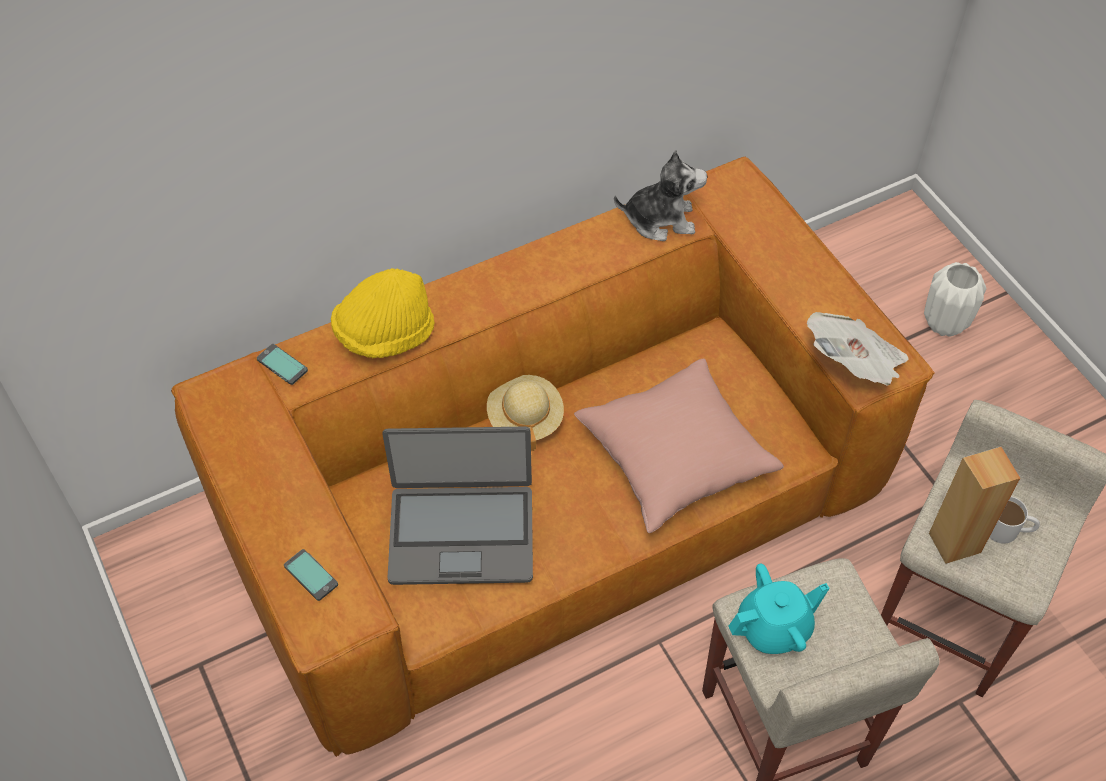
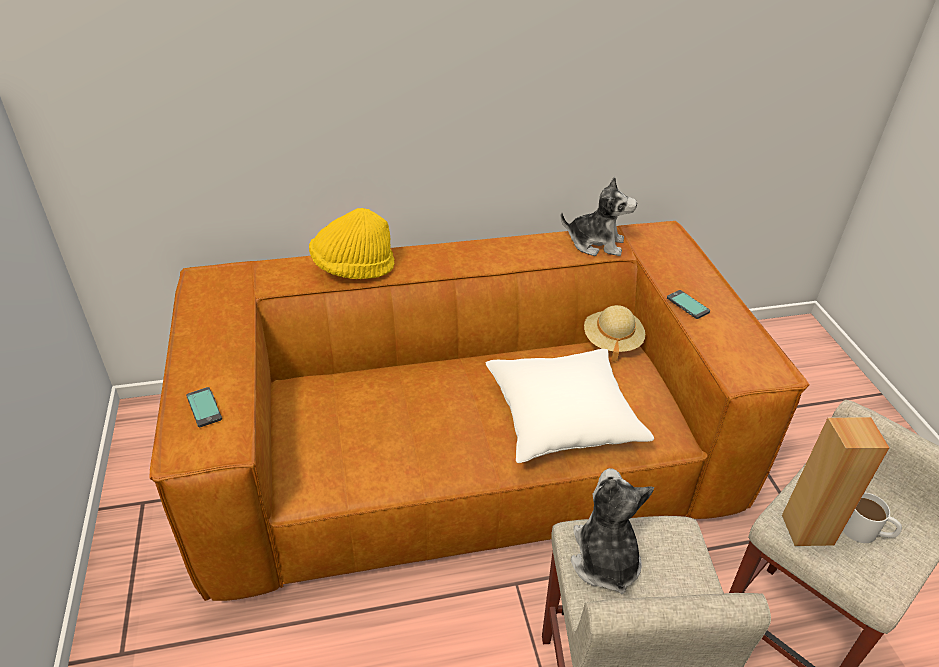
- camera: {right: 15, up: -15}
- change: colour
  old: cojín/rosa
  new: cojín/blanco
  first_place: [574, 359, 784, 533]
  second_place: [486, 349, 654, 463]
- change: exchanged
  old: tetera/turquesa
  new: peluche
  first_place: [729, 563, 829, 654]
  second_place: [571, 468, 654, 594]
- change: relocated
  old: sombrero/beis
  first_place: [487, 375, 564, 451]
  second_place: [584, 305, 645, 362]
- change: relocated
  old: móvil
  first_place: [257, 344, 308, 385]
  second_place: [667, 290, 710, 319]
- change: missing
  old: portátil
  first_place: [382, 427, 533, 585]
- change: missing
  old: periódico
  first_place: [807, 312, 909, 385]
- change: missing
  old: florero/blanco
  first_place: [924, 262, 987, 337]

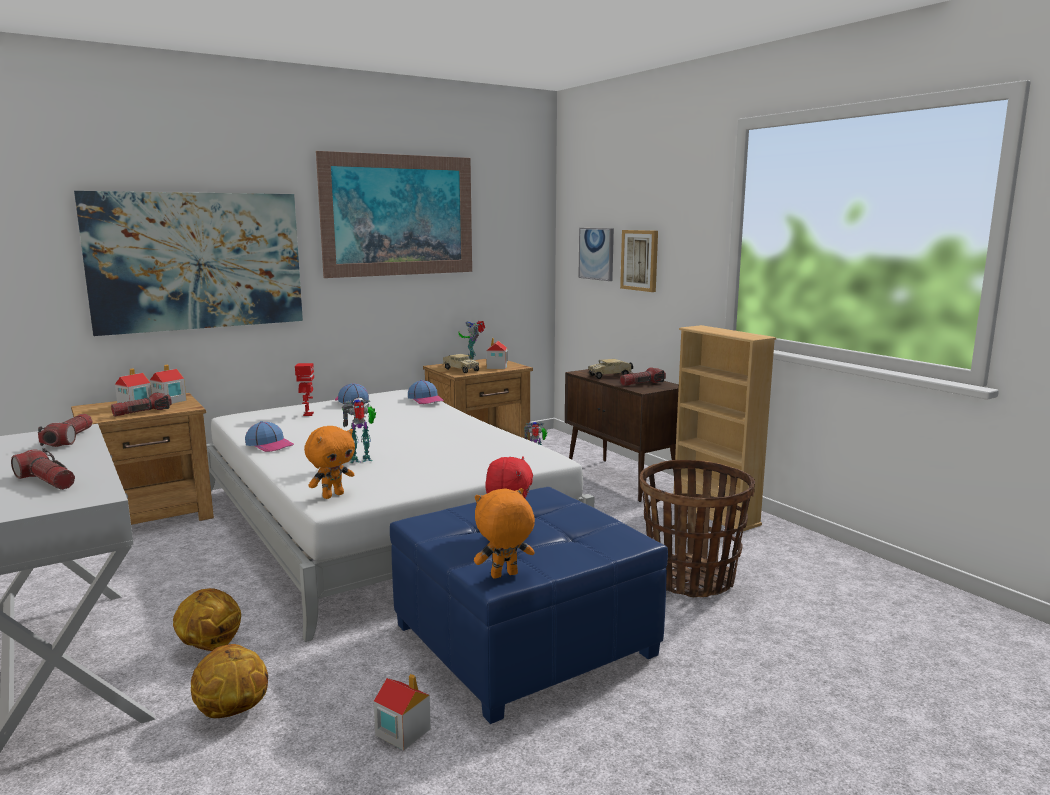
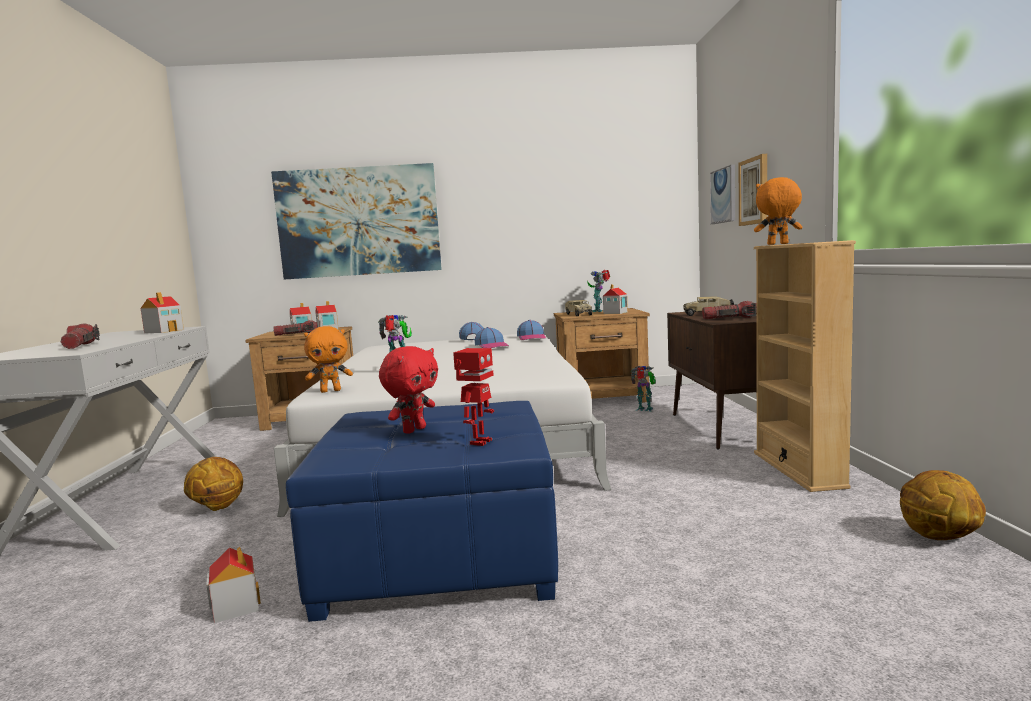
- camera: {right: 30, up: -5}
- change: exchanged
  old: linterna
  new: casita
  first_place: [38, 414, 93, 447]
  second_place: [141, 292, 184, 333]
- change: relocated
  old: robot de juguete
  first_place: [295, 363, 314, 416]
  second_place: [453, 348, 494, 446]
- change: relocated
  old: gorra
  first_place: [245, 421, 294, 452]
  second_place: [475, 327, 509, 348]
- change: relocated
  old: peluche/naranja
  first_place: [474, 488, 535, 578]
  second_place: [754, 177, 803, 245]
- change: relocated
  old: balón de baloncesto
  first_place: [191, 644, 268, 718]
  second_place: [900, 470, 986, 540]
- change: missing
  old: cuadro
  first_place: [316, 151, 472, 278]
- change: missing
  old: cesta
  first_place: [640, 460, 755, 597]

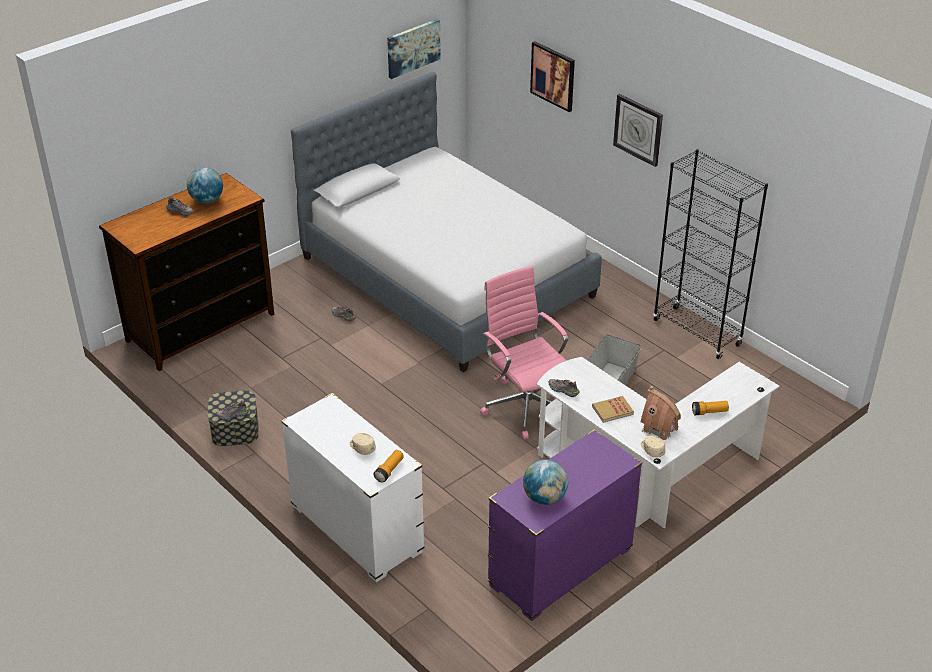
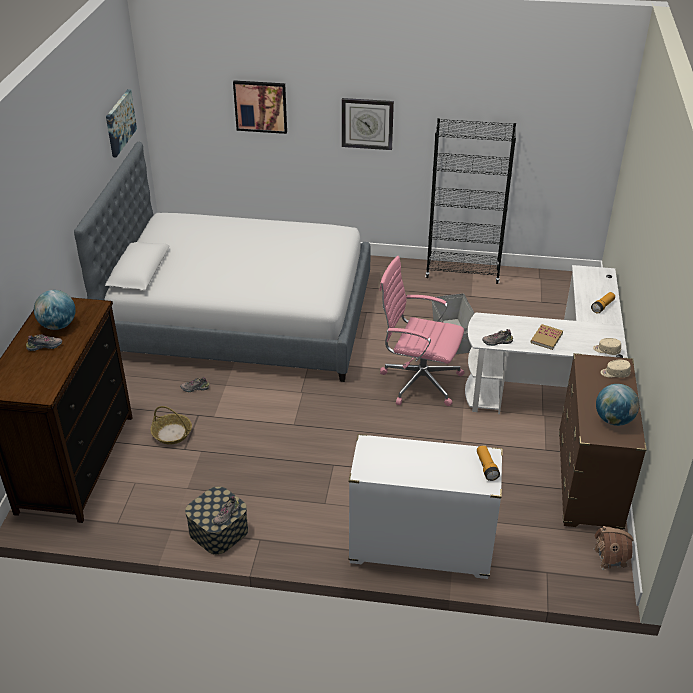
- camera: {right: -40, up: 0}
- change: appeared
  new: cesta
  second_place: [150, 406, 192, 444]
- change: colour
  old: cómoda/morado
  new: cómoda/marrón
  first_place: [487, 429, 642, 621]
  second_place: [559, 353, 647, 530]
- change: relocated
  old: casita
  first_place: [641, 386, 681, 440]
  second_place: [593, 526, 634, 570]
- change: relocated
  old: gorra/beis
  first_place: [350, 433, 376, 455]
  second_place: [600, 359, 631, 378]

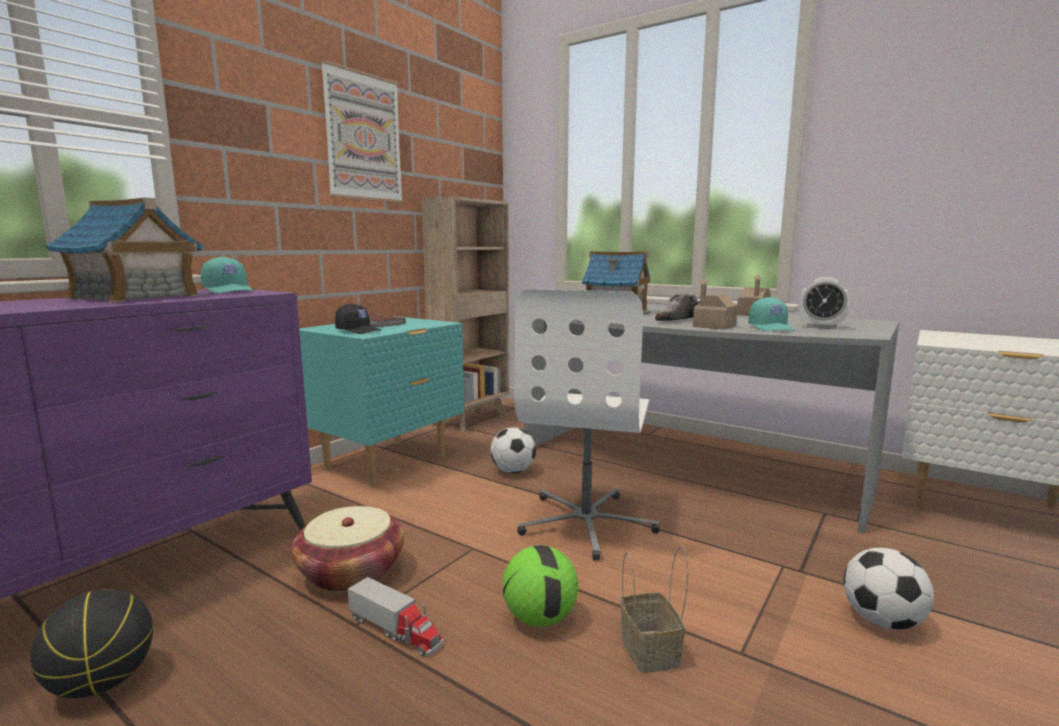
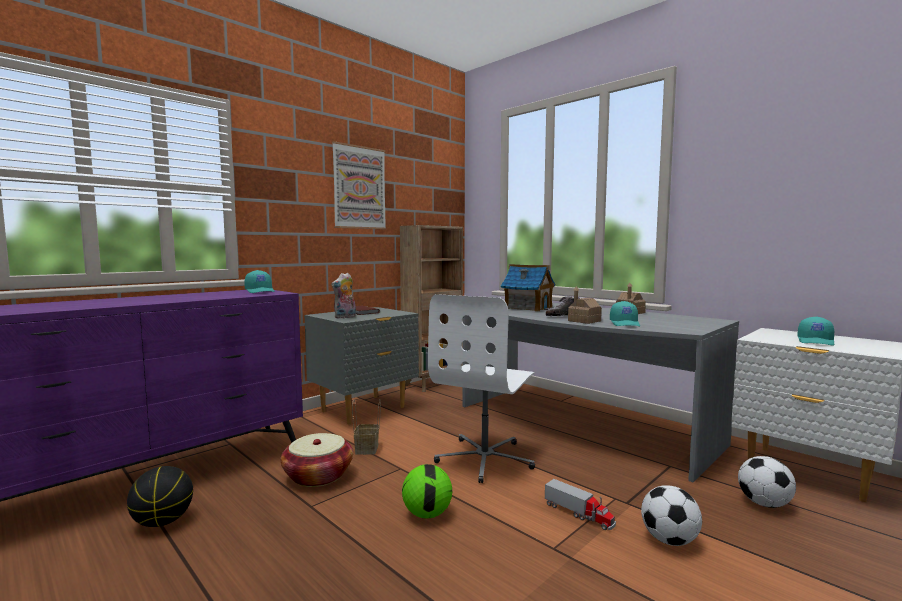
- camera: {right: 10, up: -5}
- change: colour
  old: mesita de noche/turquesa
  new: mesita de noche/gris
  first_place: [299, 316, 464, 486]
  second_place: [305, 307, 419, 424]
- change: exchanged
  old: gorra/negro
  new: peluche
  first_place: [335, 303, 381, 334]
  second_place: [331, 273, 356, 319]
- change: relocated
  old: cesta
  first_place: [620, 546, 688, 673]
  second_place: [352, 399, 381, 455]
- change: relocated
  old: camión de juguete
  first_place: [348, 577, 444, 656]
  second_place: [545, 479, 616, 530]
- change: relocated
  old: balón de fútbol
  first_place: [490, 427, 536, 473]
  second_place: [738, 456, 796, 508]
- change: appeared
  new: gorra/turquesa
  second_place: [797, 316, 834, 346]
- change: missing
  old: casita
  first_place: [45, 198, 203, 303]
- change: missing
  old: despertador
  first_place: [799, 277, 850, 329]

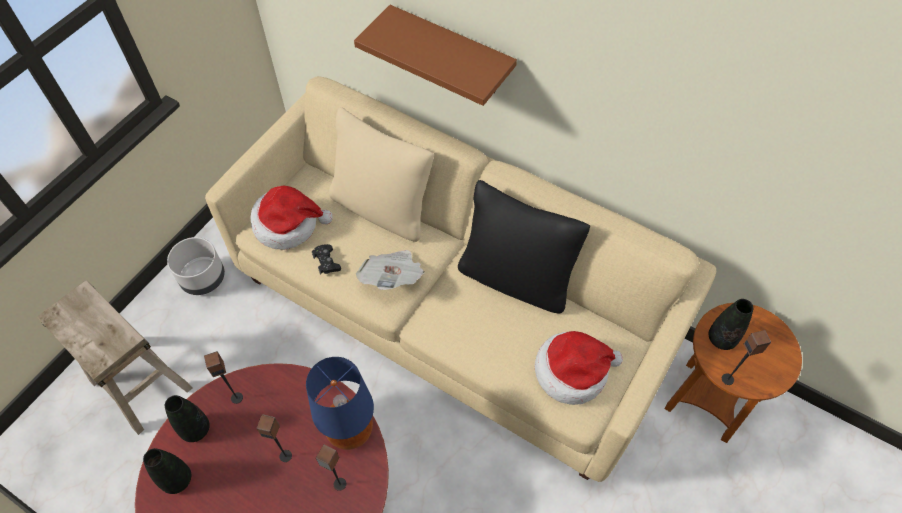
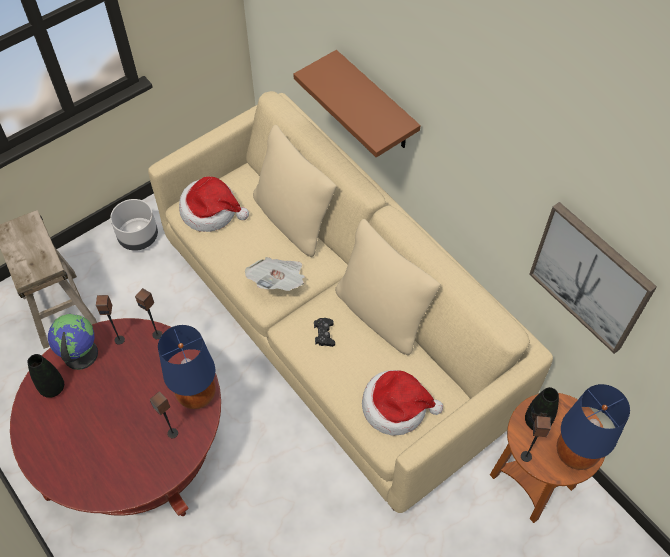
- camera: {right: 20, up: 0}
- change: exchanged
  old: florero/negro
  new: globo terráqueo
  first_place: [165, 395, 210, 442]
  second_place: [48, 314, 98, 370]
- change: relocated
  old: altavoz
  first_place: [256, 414, 292, 462]
  second_place: [135, 288, 162, 339]
- change: relocated
  old: mando de consola/negro
  first_place: [312, 244, 341, 275]
  second_place: [314, 318, 335, 347]
- change: colour
  old: cojín/negro
  new: cojín/beis
  first_place: [458, 180, 590, 313]
  second_place: [335, 219, 441, 355]
- change: appeared
  new: cuadro
  second_place: [529, 202, 657, 354]
- change: appeared
  new: lámpara de mesa/azul
  second_place: [557, 384, 630, 470]

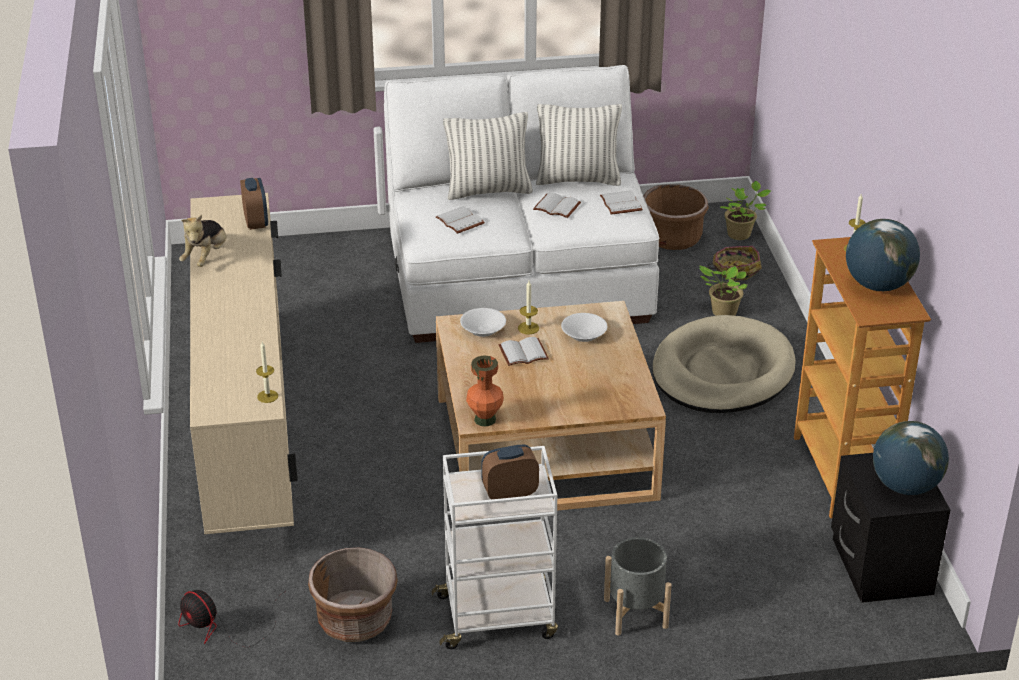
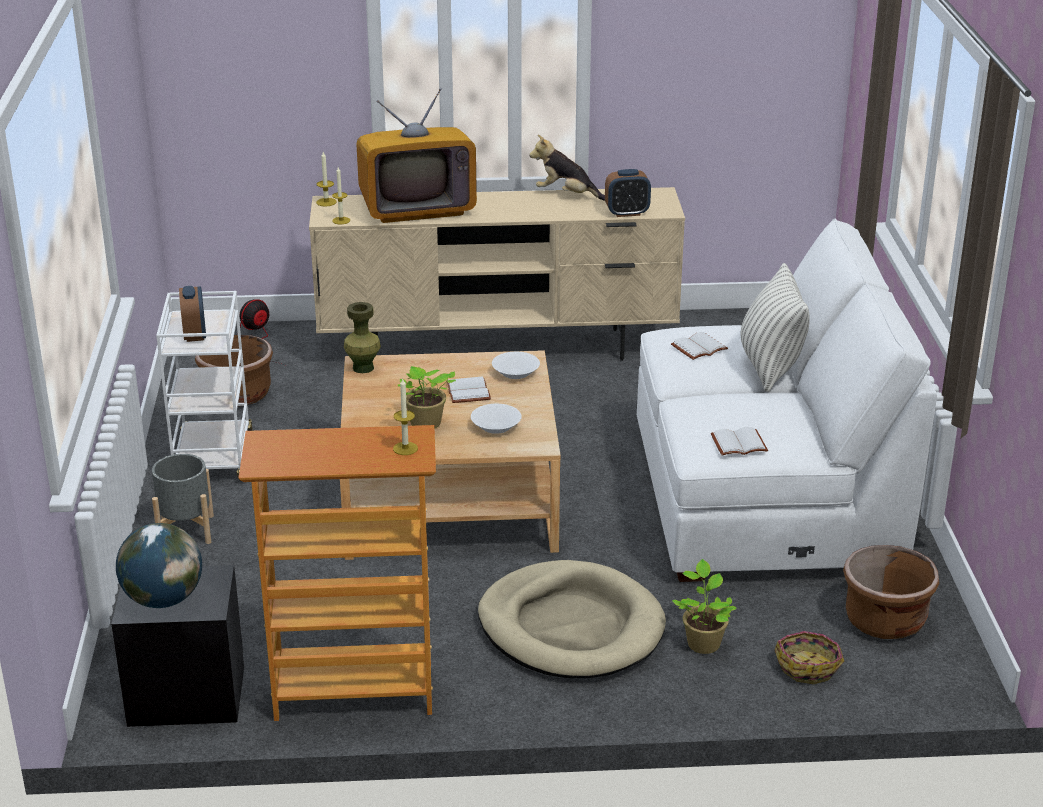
- camera: {right: 95, up: -5}
- change: relocated
  old: vela
  first_place: [518, 281, 539, 335]
  second_place: [316, 152, 337, 206]
- change: colour
  old: florero/naranja
  new: florero/verde
  first_place: [466, 355, 504, 426]
  second_place: [344, 302, 381, 373]
- change: appeared
  new: televisor
  second_place: [356, 88, 477, 223]
- change: relocated
  old: planta en maceta
  first_place: [720, 181, 771, 240]
  second_place: [398, 366, 456, 428]
- change: missing
  old: libro/blanco
  first_place: [533, 192, 581, 218]
- change: missing
  old: cojín
  first_place: [536, 104, 622, 186]
- change: missing
  old: globo terráqueo
  first_place: [846, 219, 920, 291]

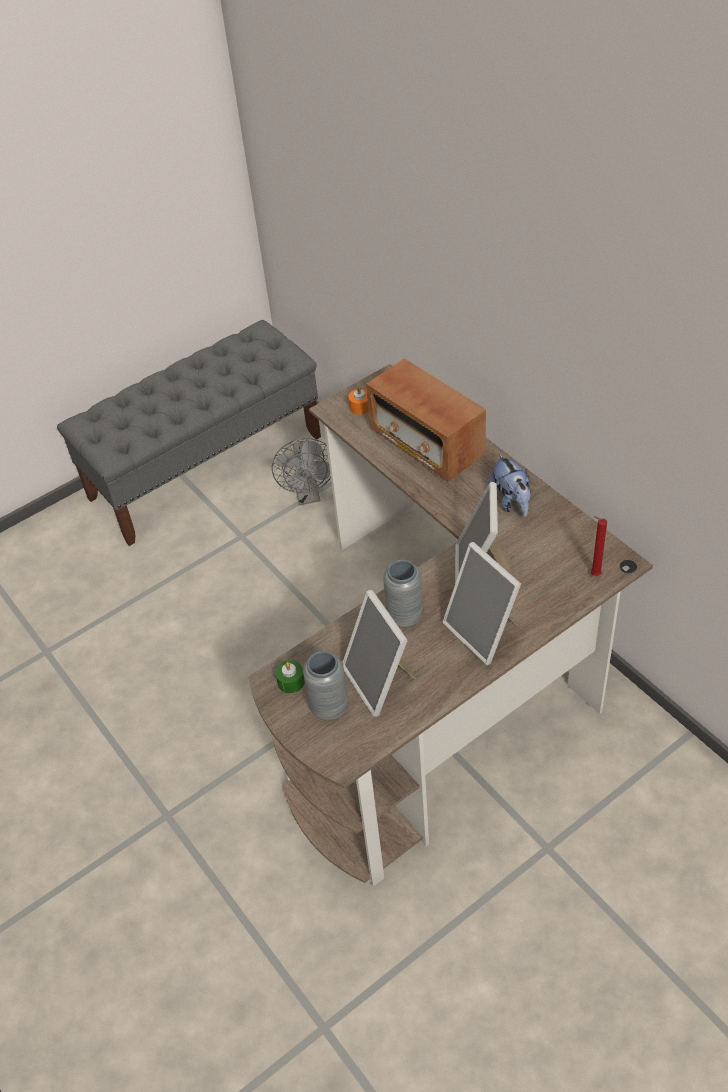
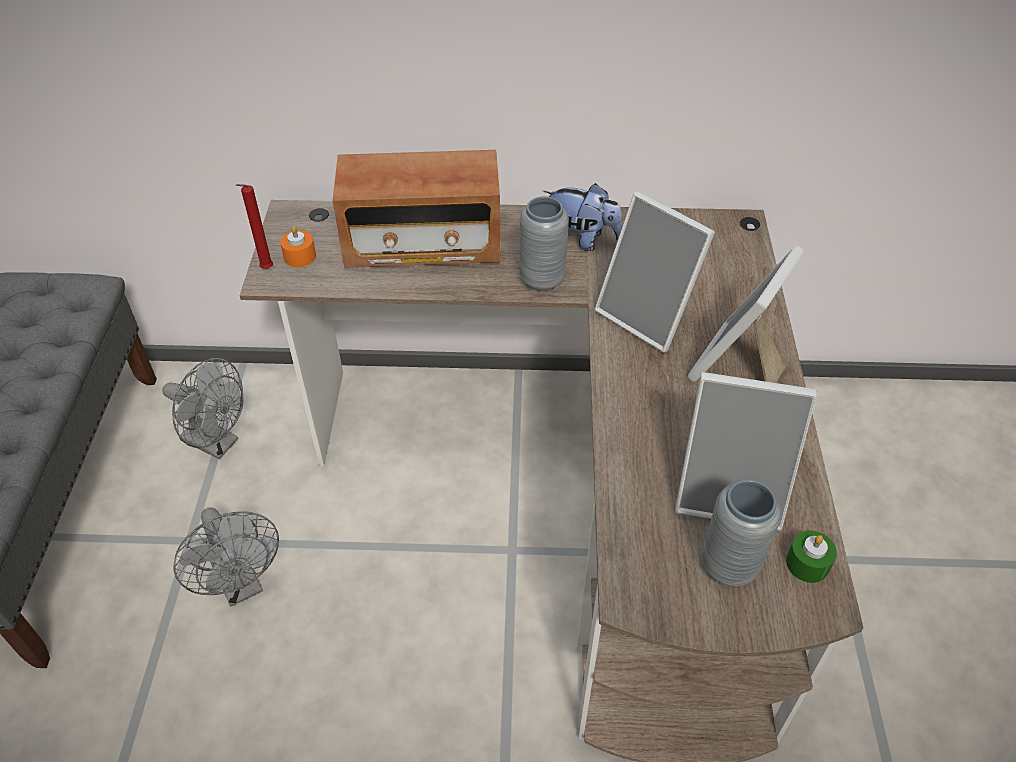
- camera: {right: -55, up: 0}
- change: appeared
  new: ventilador/gris
  second_place: [174, 507, 279, 606]
- change: relocated
  old: vela/rojo
  first_place: [591, 516, 607, 576]
  second_place: [236, 184, 273, 269]
- change: relocated
  old: florero/gris
  first_place: [383, 560, 423, 628]
  second_place: [519, 196, 569, 291]
- change: spun
  old: portarretratos
  first_place: [442, 542, 521, 665]
  second_place: [688, 246, 804, 383]
  degrees: 120
- change: relocated
  old: vela/verde
  first_place: [276, 660, 305, 693]
  second_place: [786, 531, 837, 583]

